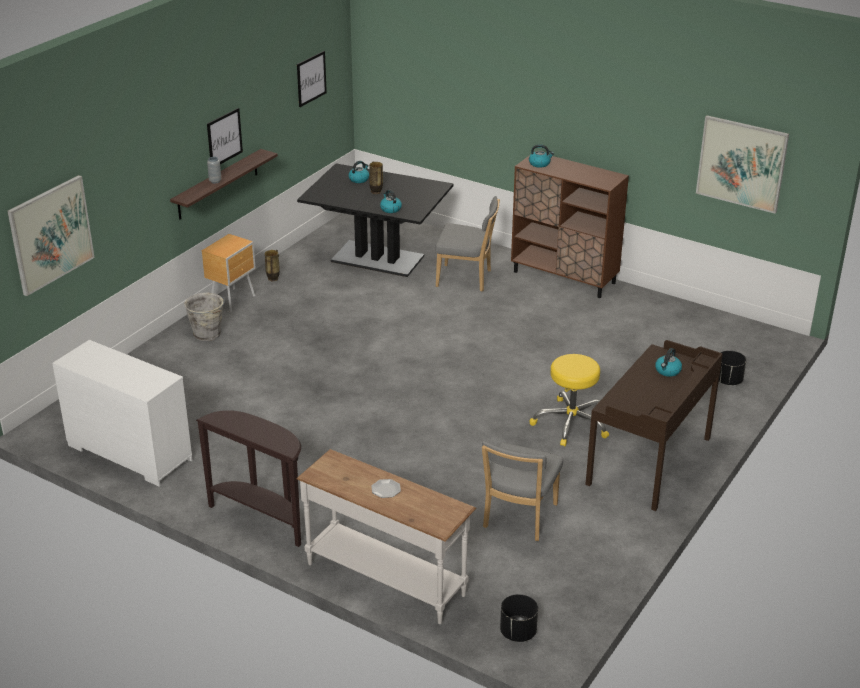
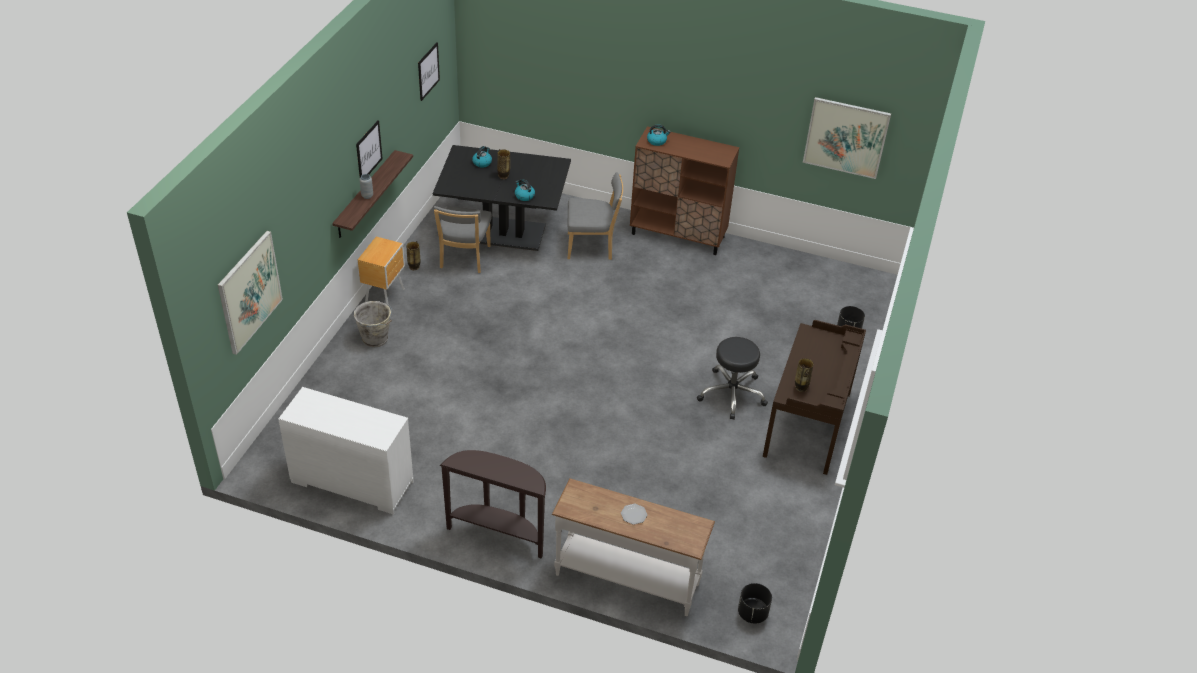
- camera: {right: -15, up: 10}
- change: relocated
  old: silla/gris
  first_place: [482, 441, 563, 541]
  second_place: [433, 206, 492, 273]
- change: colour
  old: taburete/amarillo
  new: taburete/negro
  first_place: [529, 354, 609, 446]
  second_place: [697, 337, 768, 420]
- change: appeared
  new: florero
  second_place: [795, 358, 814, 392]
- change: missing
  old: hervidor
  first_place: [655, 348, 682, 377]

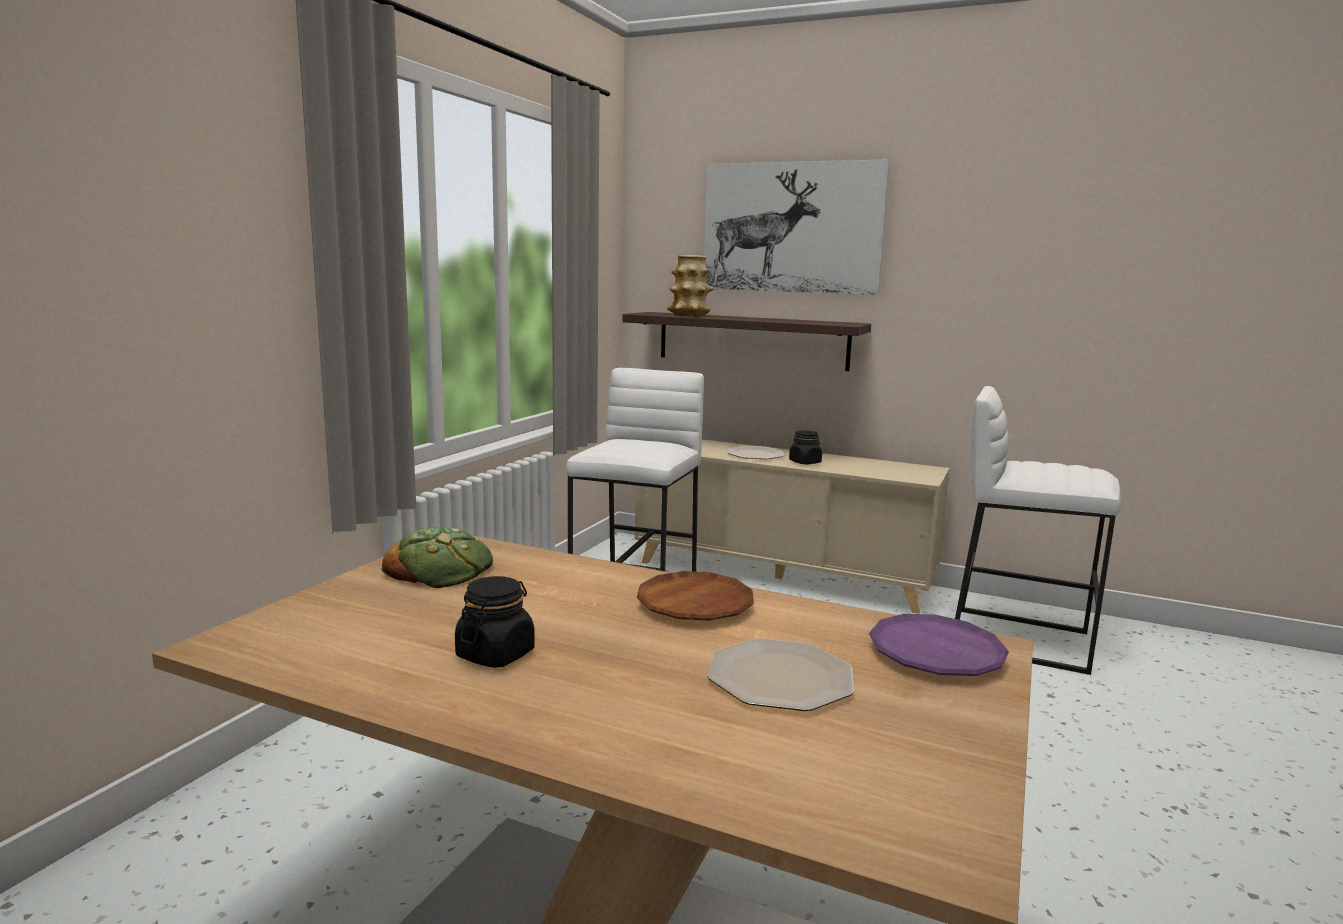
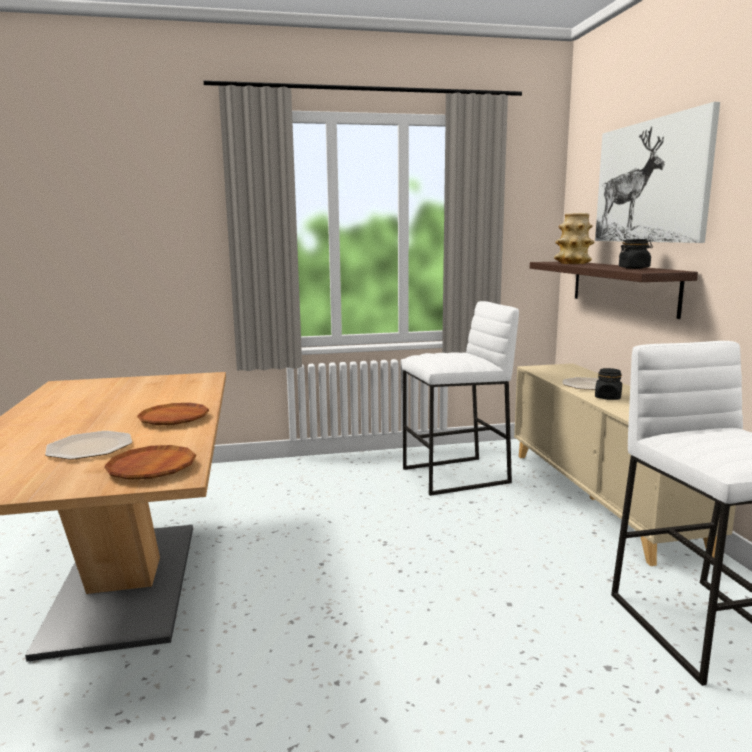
- camera: {right: 55, up: 0}
- change: colour
  old: plato/morado
  new: plato/marrón
  first_place: [869, 614, 1009, 676]
  second_place: [104, 445, 196, 480]
- change: relocated
  old: tarro/negro
  first_place: [455, 576, 535, 668]
  second_place: [619, 239, 653, 269]
- change: missing
  old: pan
  first_place: [382, 527, 493, 588]

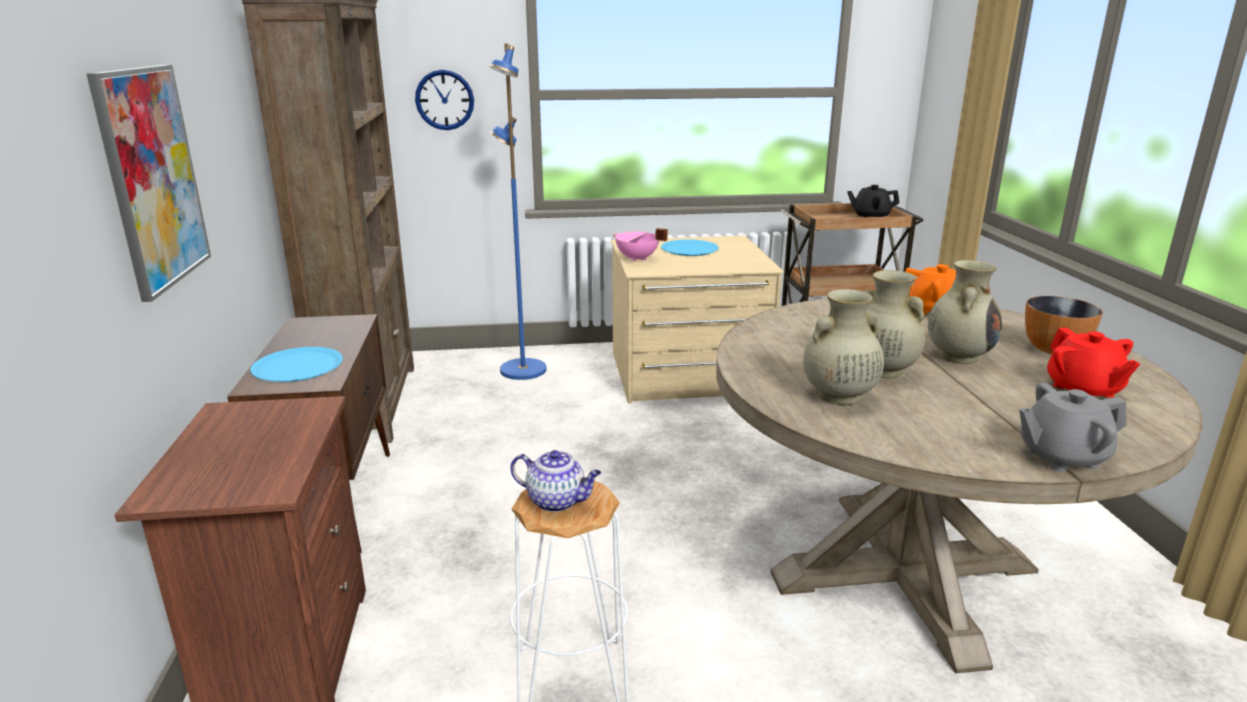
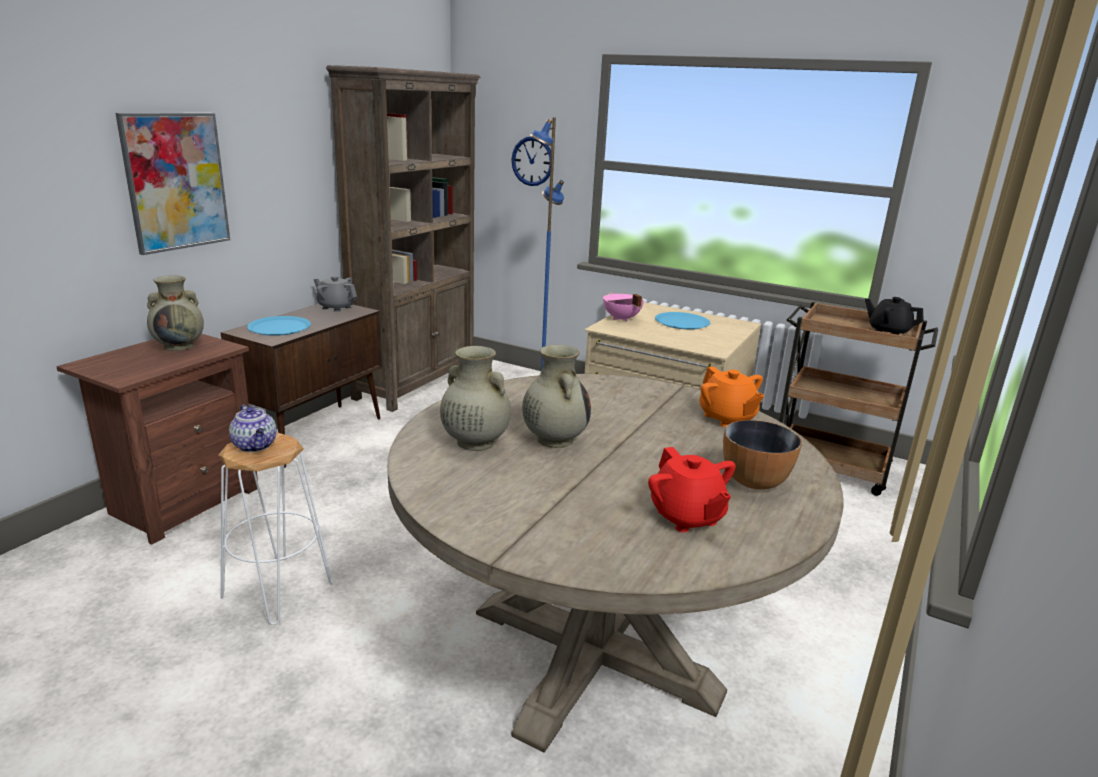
- camera: {right: 35, up: 0}
- change: relocated
  old: florero/beis
  first_place: [928, 260, 1002, 364]
  second_place: [147, 275, 204, 351]
- change: relocated
  old: tetera/gris
  first_place: [1019, 383, 1126, 472]
  second_place: [313, 276, 357, 312]
- change: spun
  old: tetera/rojo
  first_place: [1047, 328, 1140, 398]
  second_place: [648, 447, 736, 532]
  degrees: -45

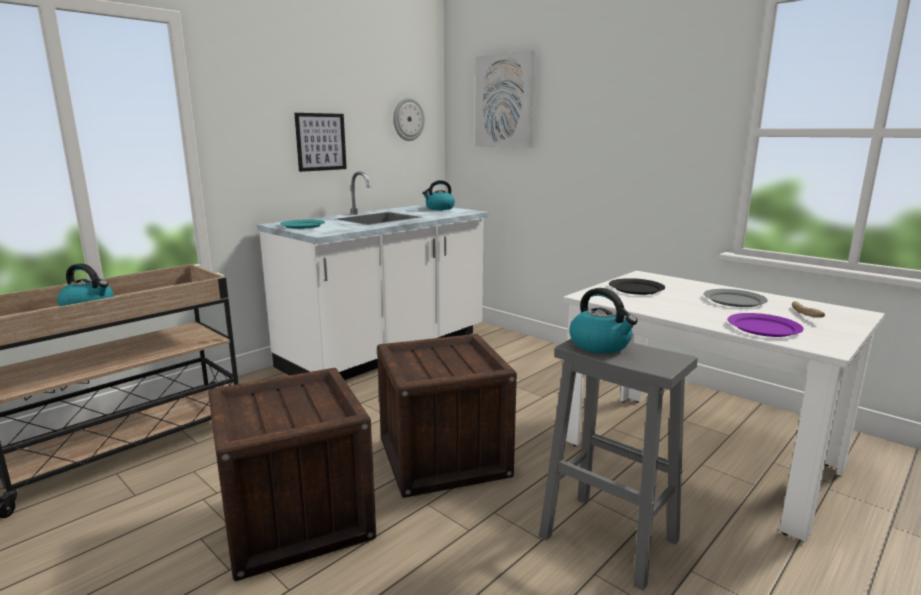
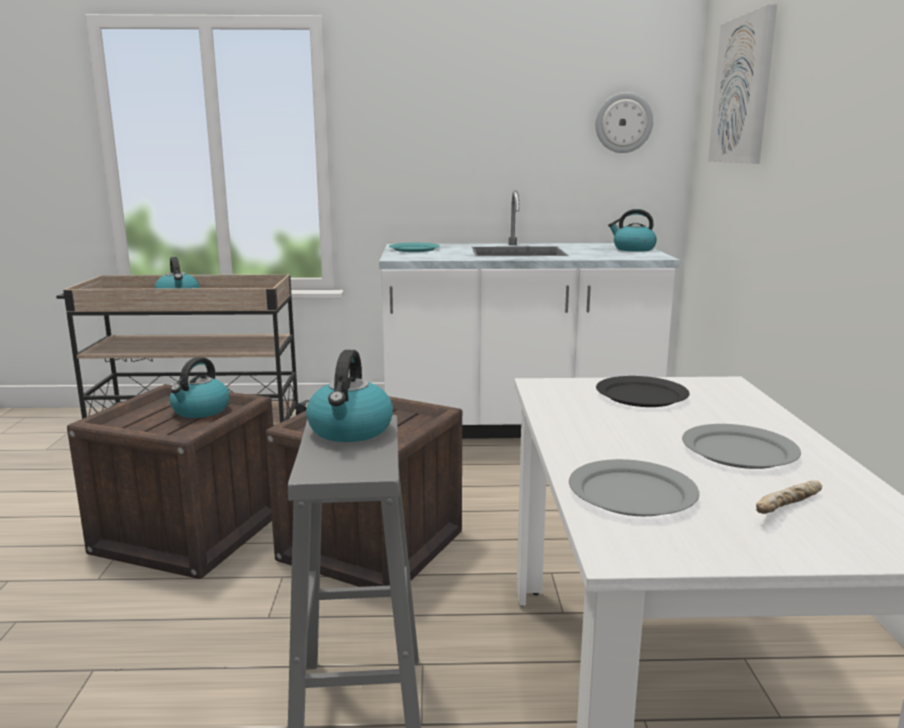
- camera: {right: 45, up: 0}
- change: appeared
  new: hervidor
  second_place: [170, 357, 230, 418]
- change: colour
  old: plato/morado
  new: plato/gris
  first_place: [728, 313, 804, 337]
  second_place: [569, 459, 699, 516]
- change: missing
  old: cuadro
  first_place: [294, 113, 347, 172]

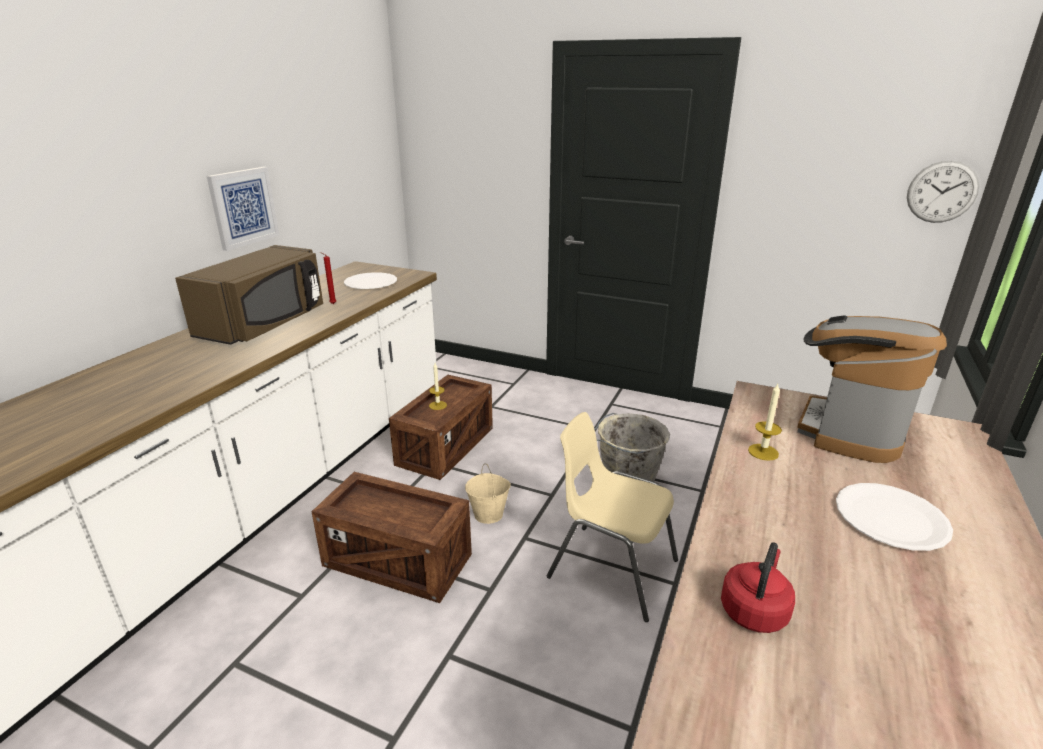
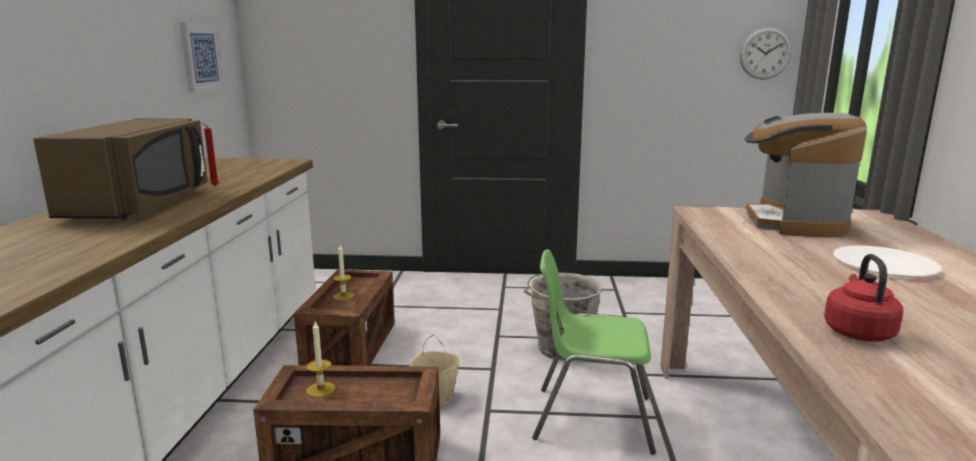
- camera: {right: -20, up: -10}
- change: relocated
  old: cuadro
  first_place: [207, 167, 279, 251]
  second_place: [180, 23, 225, 92]
- change: relocated
  old: vela
  first_place: [748, 384, 782, 461]
  second_place: [306, 321, 335, 397]
- change: colour
  old: silla/beis
  new: silla/verde
  first_place: [547, 412, 678, 622]
  second_place: [532, 249, 656, 455]
- change: missing
  old: plato/blanco
  first_place: [344, 272, 397, 289]

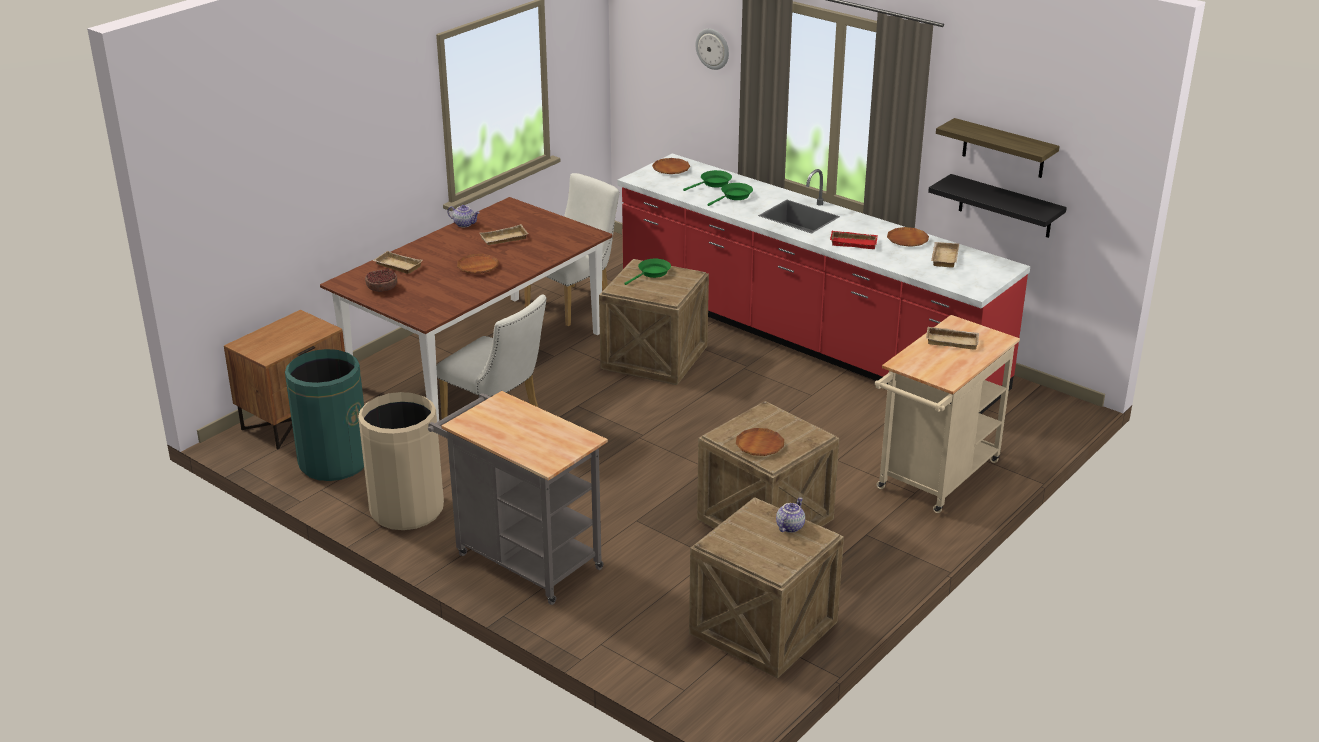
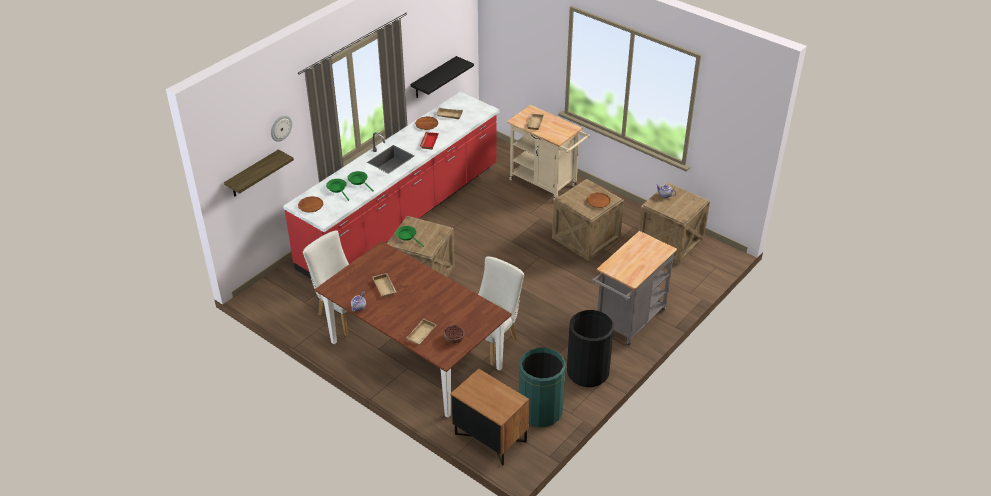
- camera: {right: -90, up: 10}
- change: relocated
  old: estante
  first_place: [936, 118, 1059, 178]
  second_place: [224, 149, 294, 197]
- change: colour
  old: papelera/beis
  new: papelera/negro
  first_place: [358, 392, 444, 530]
  second_place: [567, 310, 614, 387]
- change: missing
  old: plato/marrón
  first_place: [457, 254, 499, 274]

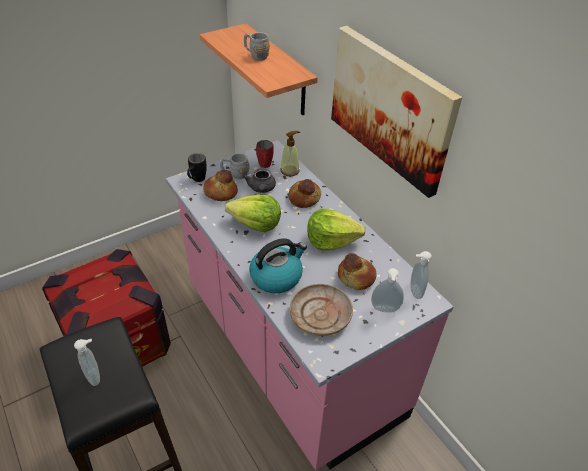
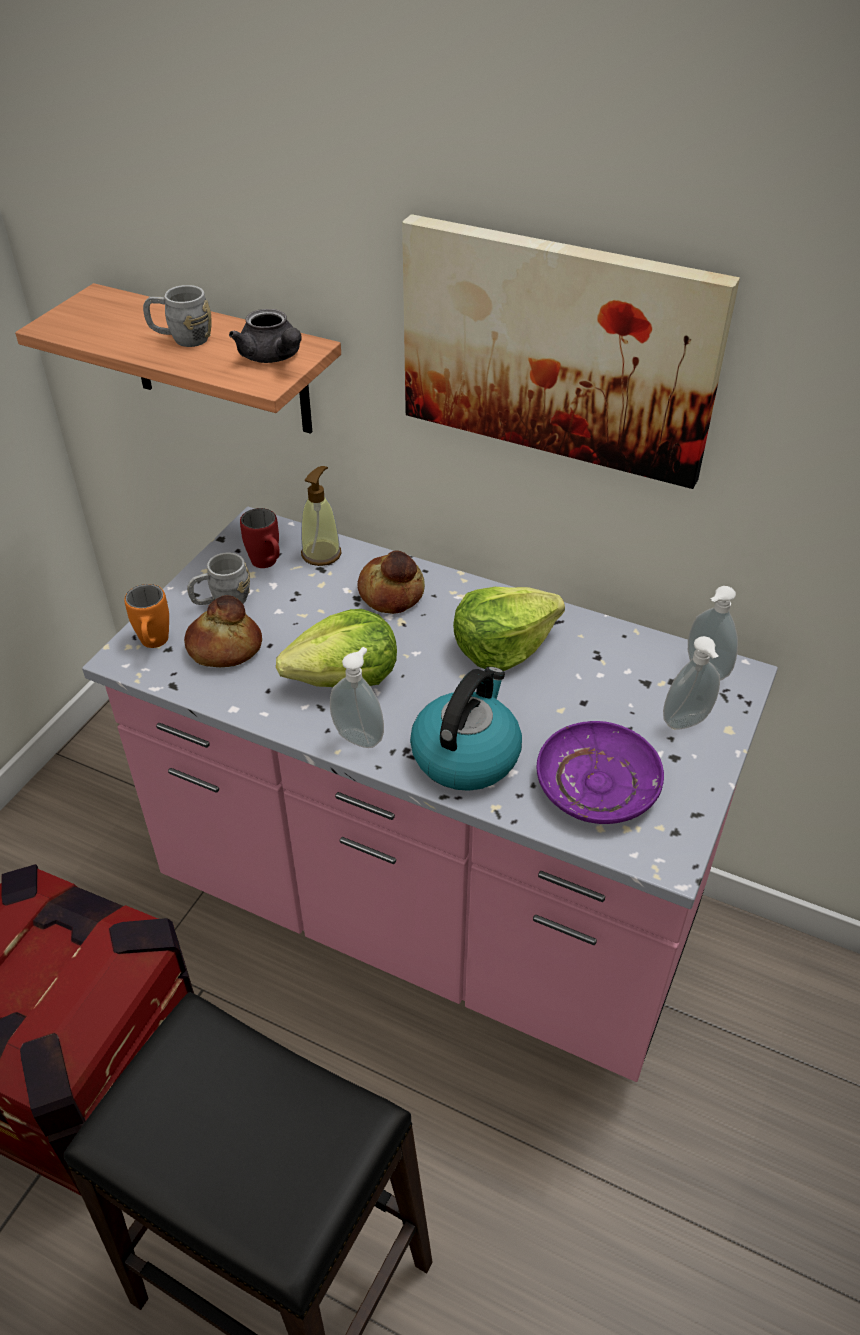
- camera: {right: -30, up: 0}
- change: colour
  old: taza grande/negro
  new: taza grande/naranja
  first_place: [187, 153, 207, 182]
  second_place: [125, 584, 169, 648]
- change: relocated
  old: tetera/gris
  first_place: [243, 168, 276, 193]
  second_place: [229, 309, 302, 363]
- change: relocated
  old: dispensador de jabón
  first_place: [74, 339, 100, 386]
  second_place: [330, 647, 384, 748]
- change: colour
  old: plato/beis
  new: plato/morado
  first_place: [290, 284, 353, 336]
  second_place: [537, 721, 664, 824]
- change: missing
  old: pan
  first_place: [338, 253, 377, 290]

